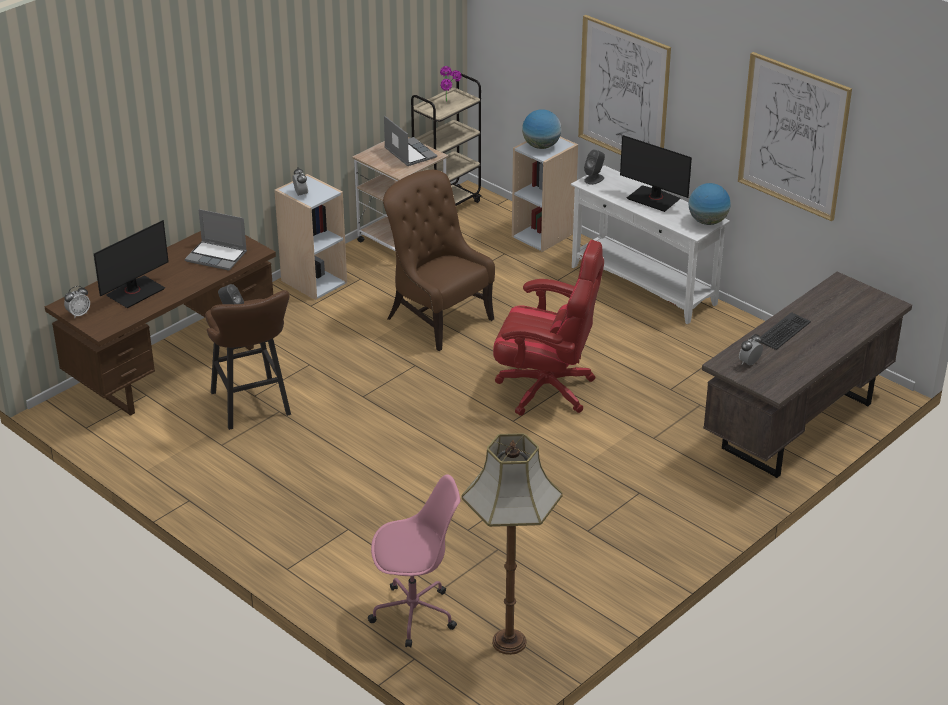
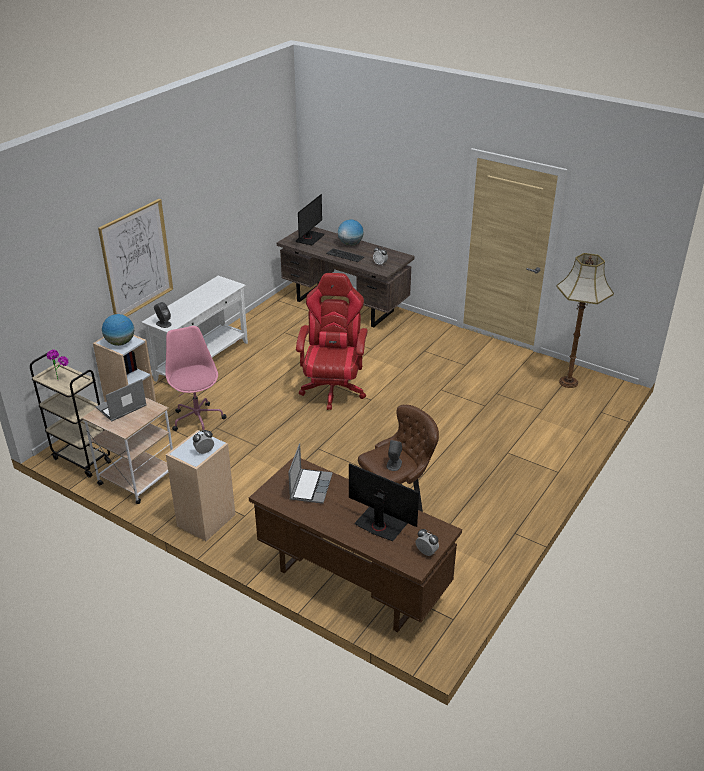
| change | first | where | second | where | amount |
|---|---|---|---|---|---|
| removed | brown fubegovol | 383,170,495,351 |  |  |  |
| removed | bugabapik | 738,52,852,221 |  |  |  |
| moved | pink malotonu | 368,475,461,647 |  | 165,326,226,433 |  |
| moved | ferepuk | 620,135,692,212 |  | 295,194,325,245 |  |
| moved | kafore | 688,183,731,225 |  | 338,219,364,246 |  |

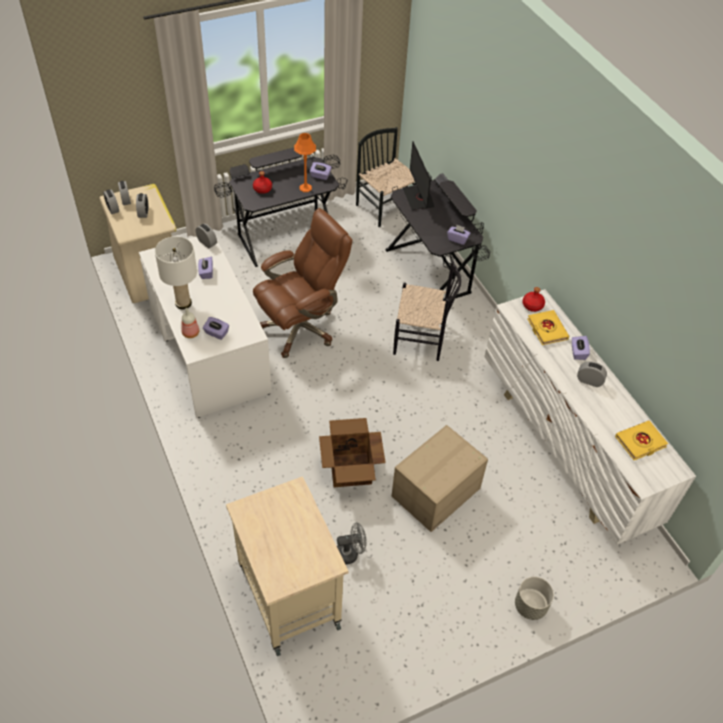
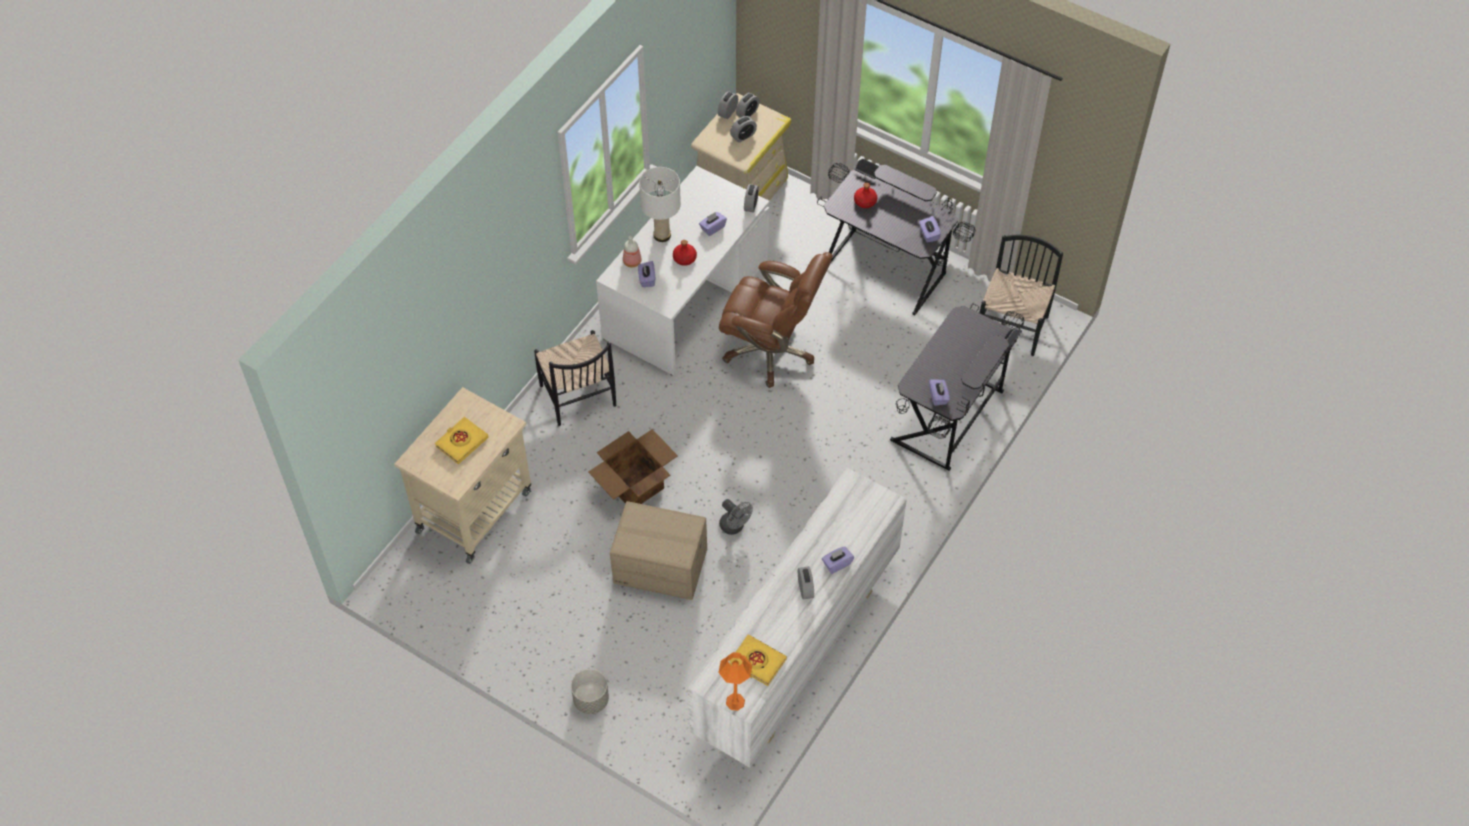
| change | first | where | second | where | amount |
|---|---|---|---|---|---|
| removed | ferepuk | 402,142,434,210 |  |  |  |
| moved | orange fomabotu | 294,133,316,192 |  | 719,652,752,711 |  |
| moved | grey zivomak | 337,523,367,565 |  | 719,499,753,535 |  |
| moved | black fubegovol | 393,261,461,361 |  | 534,330,616,426 |  |
| moved | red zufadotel | 523,287,545,312 |  | 673,240,697,266 |  |
| moved | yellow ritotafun | 527,310,569,345 |  | 435,417,489,464 |  |

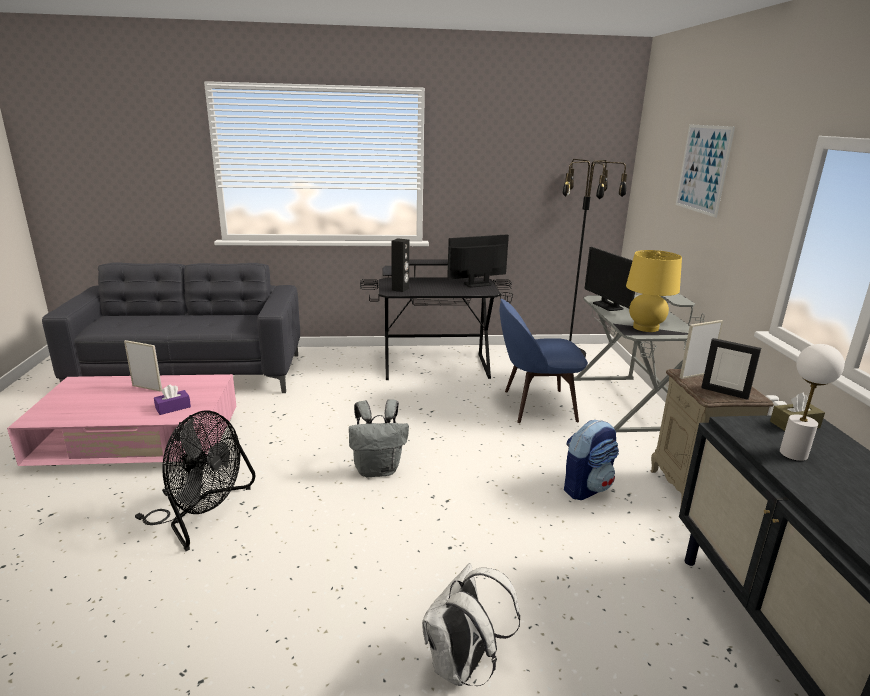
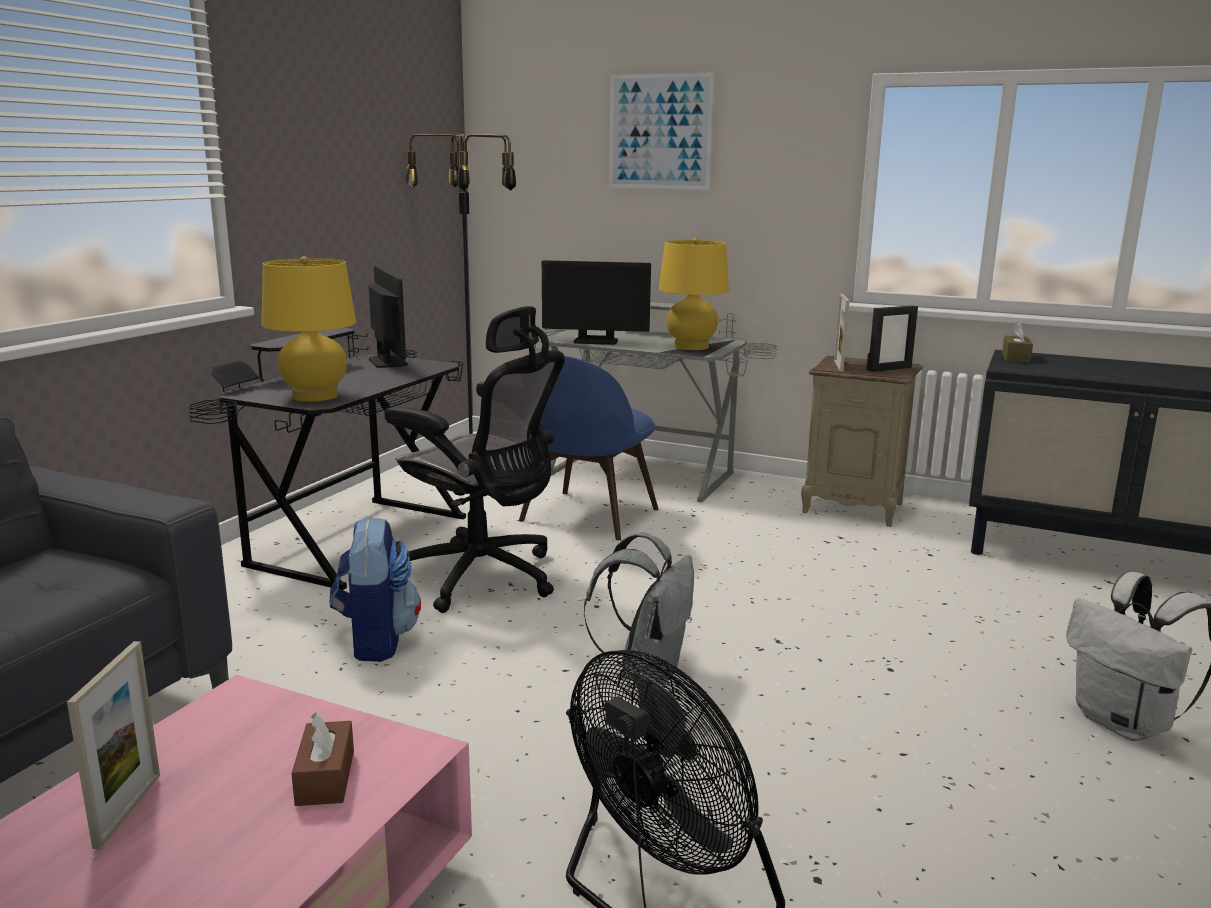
| change | first | where | second | where | amount |
|---|---|---|---|---|---|
| removed | white fomabotu | 780,344,844,461 |  |  |  |
| added |  |  | malotonu | 385,306,565,613 |  |
| moved | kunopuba | 564,420,619,500 |  | 330,516,421,662 |  |
| replaced | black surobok | 391,238,409,292 | yellow fomabotu | 262,256,356,402 |  |
| recoloured | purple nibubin | 154,384,191,415 | brown nibubin | 292,713,354,806 |  |
| turned | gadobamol | 124,340,162,392 |  | 67,641,160,849 | 135 degrees clockwise |
| turned | ferepuk | 447,235,509,287 |  | 368,266,408,368 | 150 degrees clockwise |

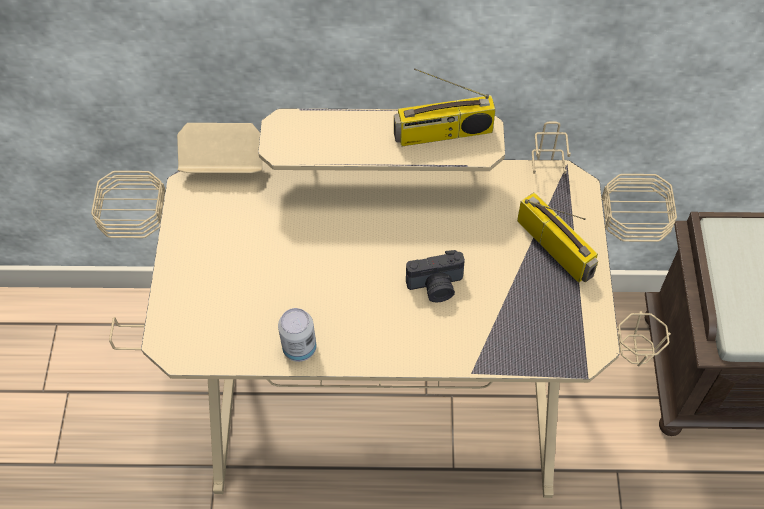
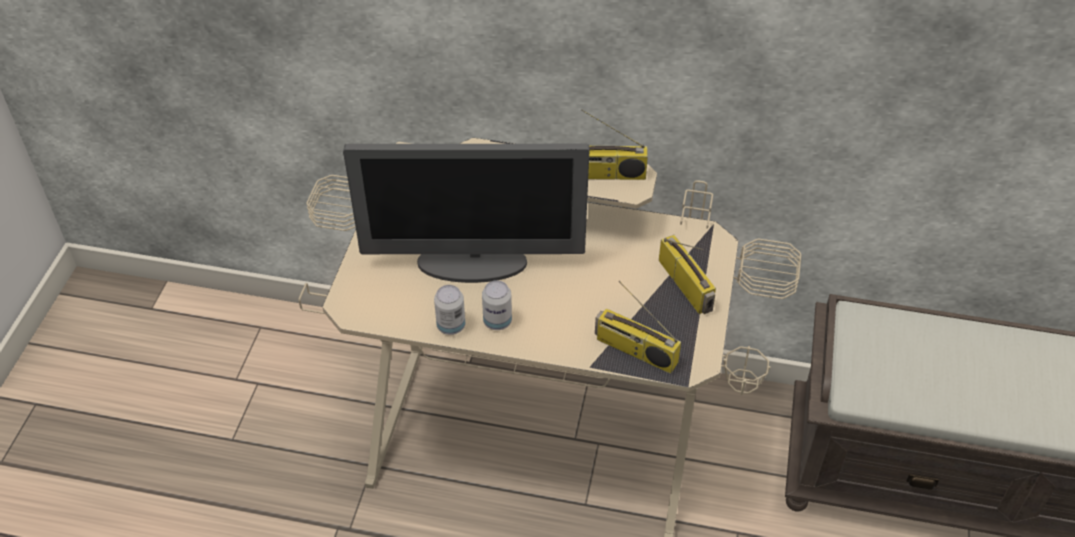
| change | first | where | second | where | amount |
|---|---|---|---|---|---|
| removed | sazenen | 406,250,465,302 |  |  |  |
| added |  |  | ferepuk | 343,144,589,283 |  |
| added |  |  | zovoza | 482,280,512,330 |  |
| added |  |  | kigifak | 595,281,681,374 |  |

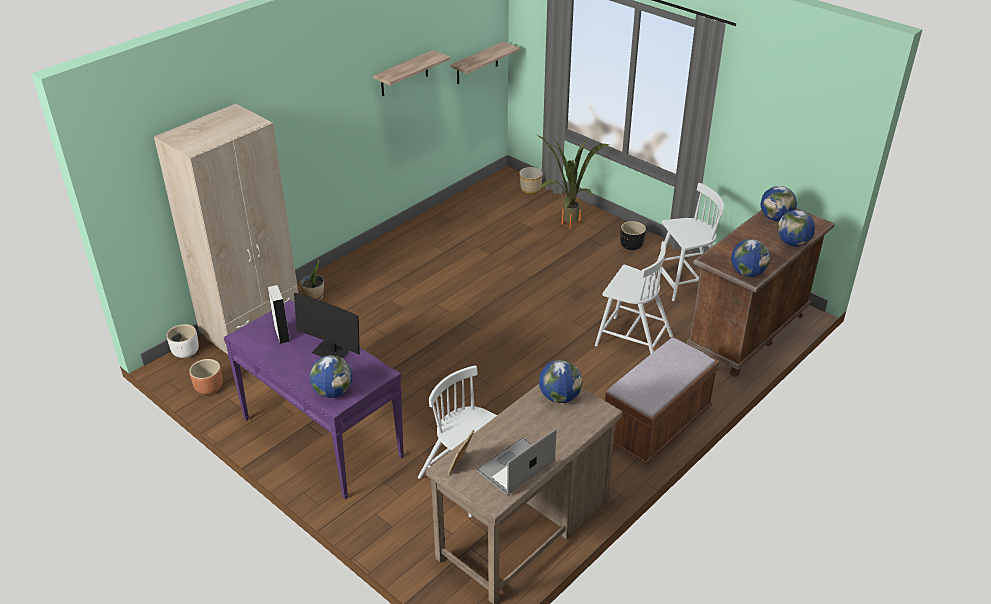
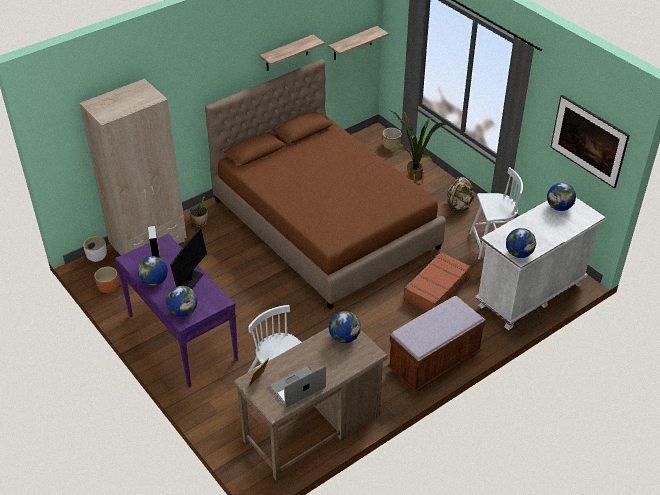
| change | first | where | second | where | amount |
|---|---|---|---|---|---|
| added |  |  | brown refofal | 205,59,446,309 |  |
| added |  |  | bugabapik | 551,95,630,188 |  |
| moved | kafore | 777,210,815,247 |  | 137,256,168,286 |  |
| replaced | white fubegovol | 595,241,673,354 | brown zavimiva | 404,251,471,312 |  |
| replaced | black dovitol | 620,221,646,250 | beige kunopuba | 447,177,474,212 |  |
| recoloured | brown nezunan | 686,208,835,378 | white nezunan | 475,198,606,330 |  |
| turned | ferepuk | 294,293,360,358 |  | 170,229,207,289 | 105 degrees counterclockwise |

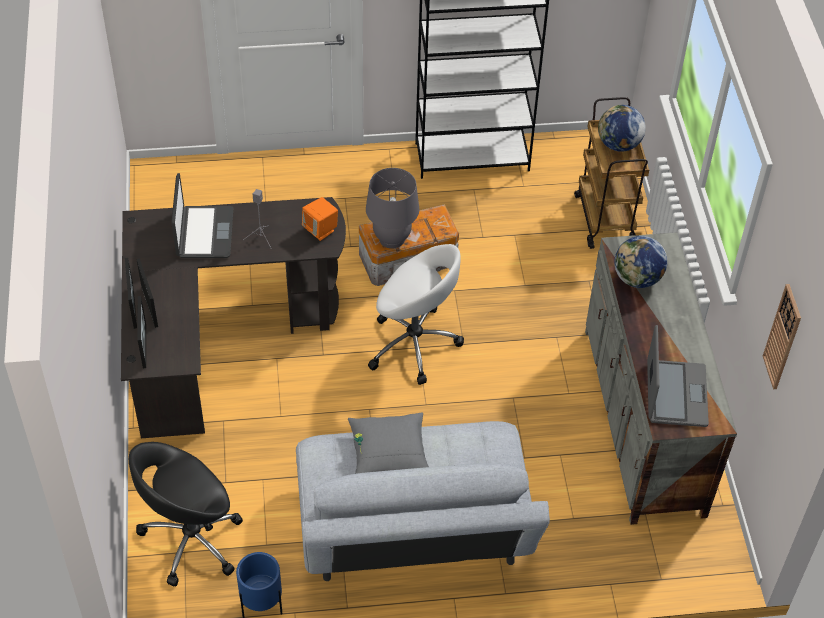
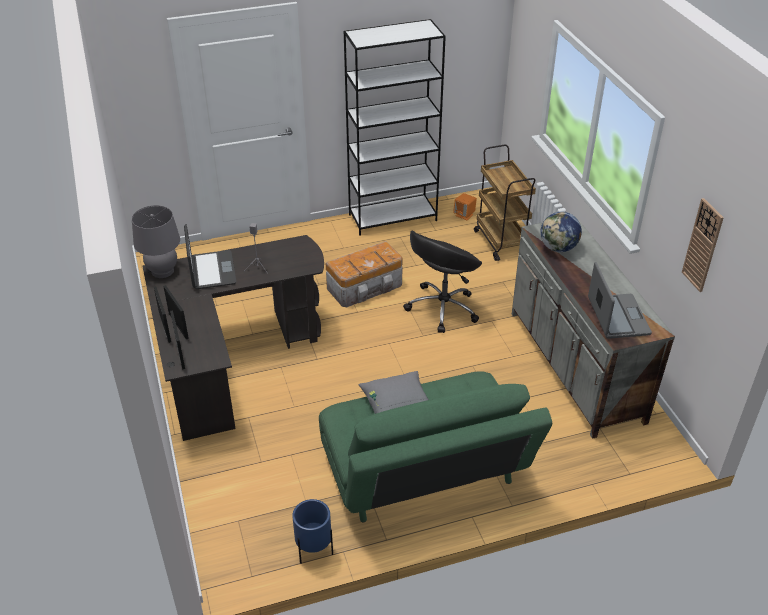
| change | first | where | second | where | amount |
|---|---|---|---|---|---|
| removed | white malotonu | 368,244,464,385 |  |  |  |
| removed | kafore | 598,105,646,152 |  |  |  |
| moved | black malotonu | 129,442,243,587 |  | 403,231,482,333 |  |
| moved | orange surobok | 302,197,338,241 |  | 453,193,477,220 |  |
| moved | grey fomabotu | 366,168,419,248 |  | 132,205,180,278 |  |
| recoloured | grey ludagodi | 296,421,550,581 | green ludagodi | 319,371,552,522 |  |

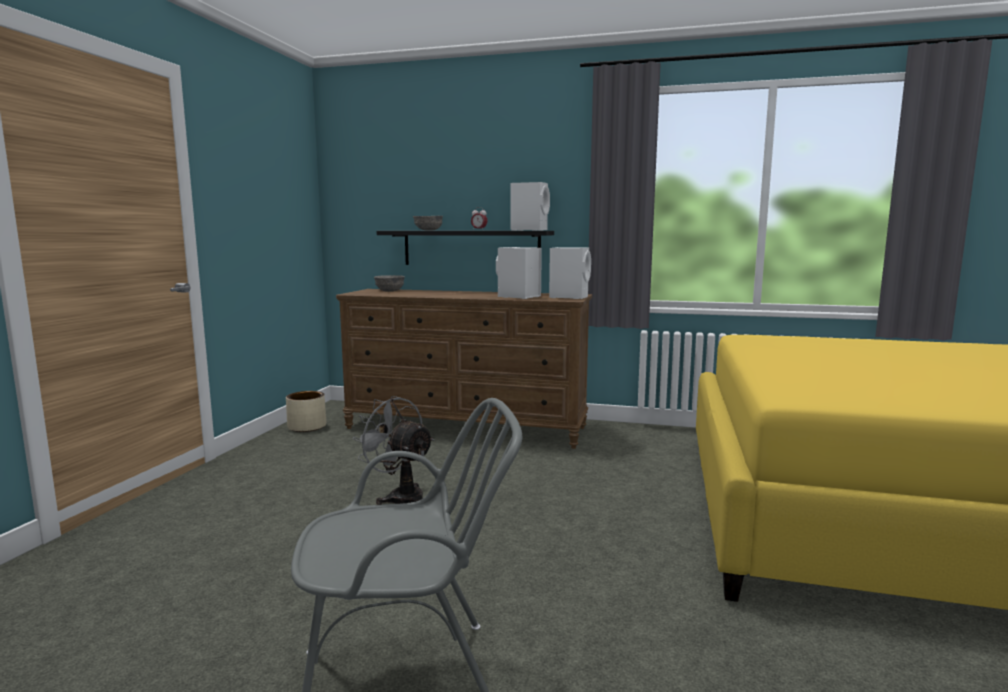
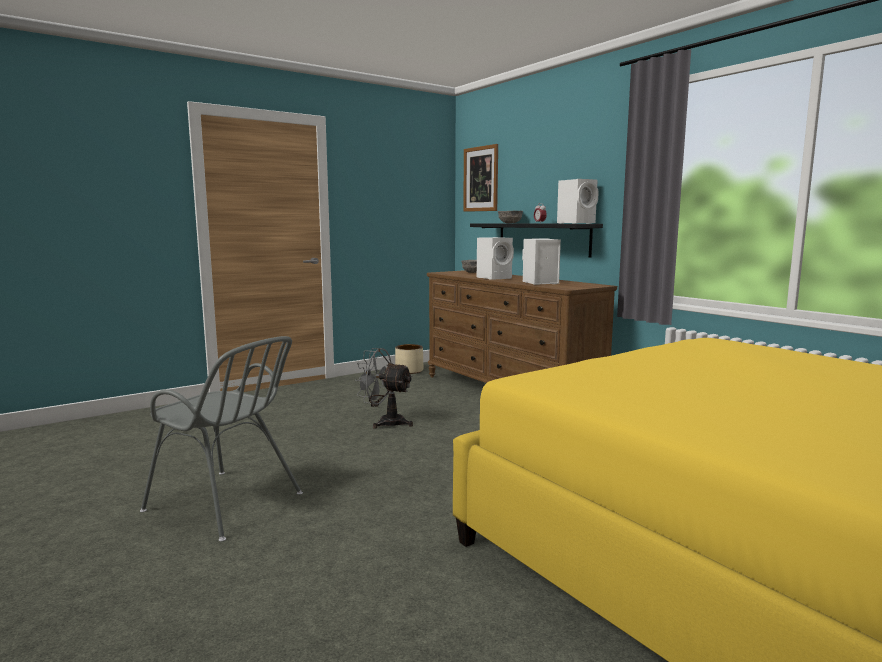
| change | first | where | second | where | amount |
|---|---|---|---|---|---|
| added |  |  | bugabapik | 463,144,498,212 |  |
| moved | white surobok | 549,247,591,299 |  | 477,237,514,280 |  |
| turned | grey zivomak | 353,396,434,505 |  | 355,348,413,429 | 60 degrees counterclockwise |

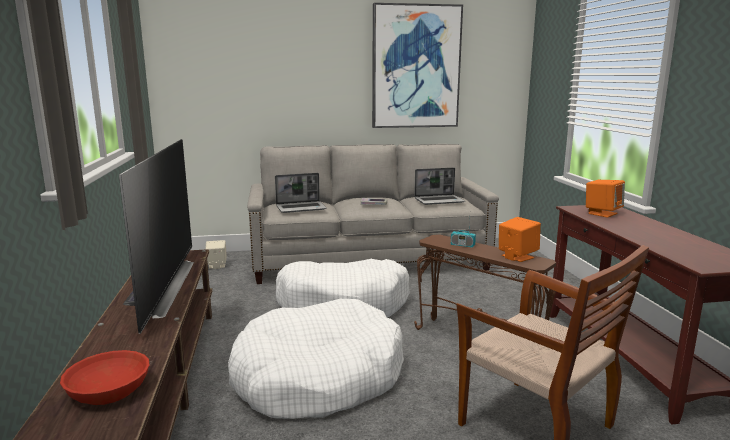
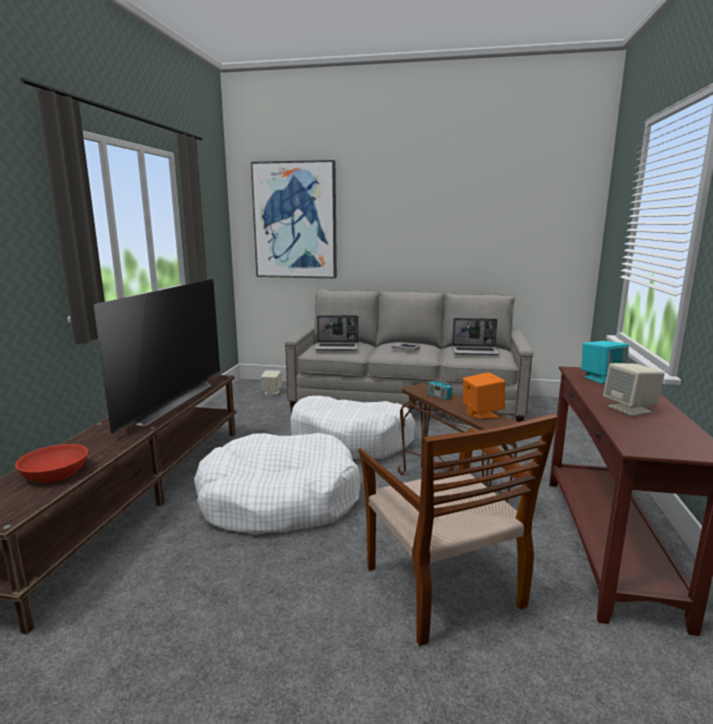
| change | first | where | second | where | amount |
|---|---|---|---|---|---|
| added |  |  | beige surobok | 603,363,665,416 |  |
| moved | bugabapik | 372,3,463,128 |  | 251,160,337,278 |  |
| recoloured | orange surobok | 586,180,625,218 | turquoise surobok | 581,341,629,383 |  |

